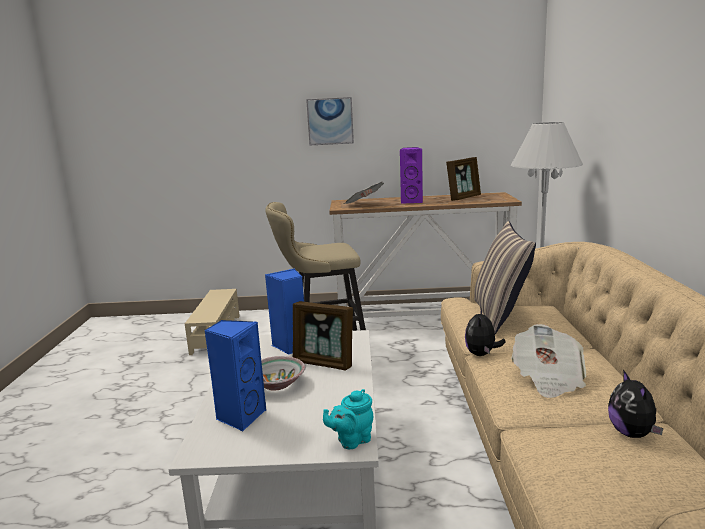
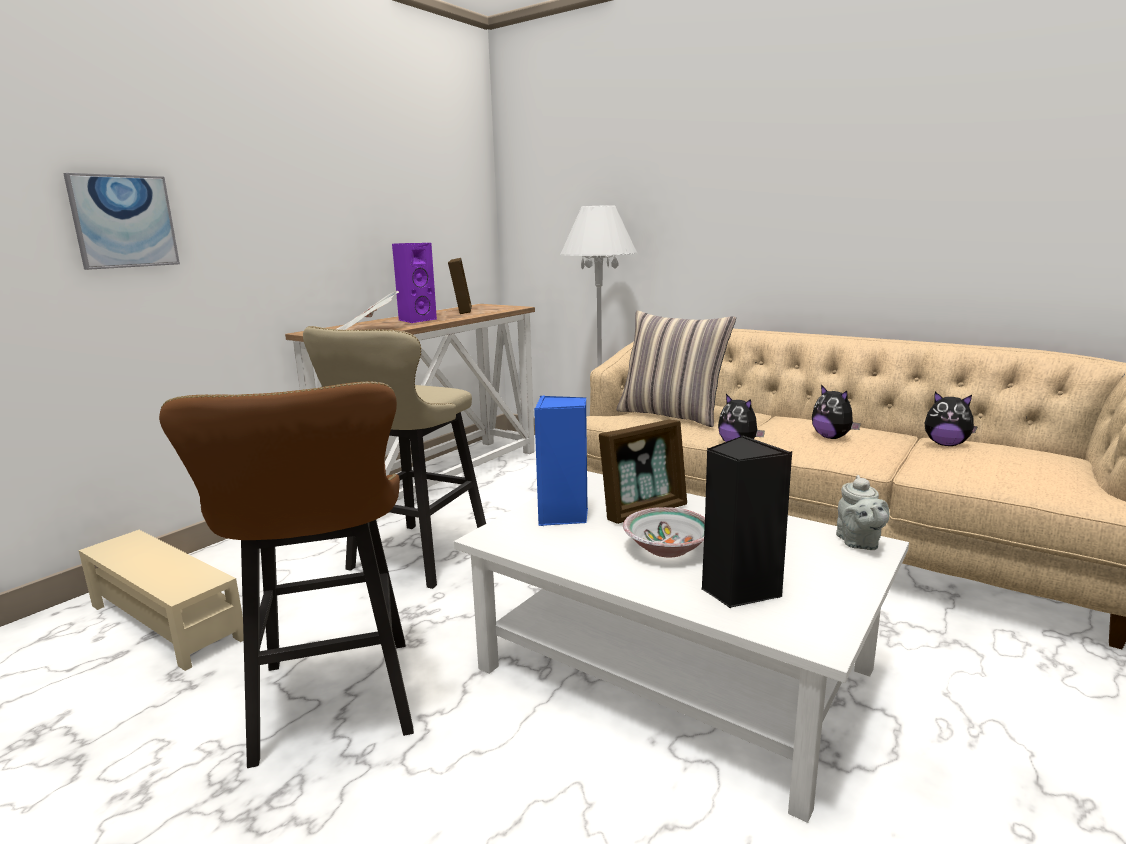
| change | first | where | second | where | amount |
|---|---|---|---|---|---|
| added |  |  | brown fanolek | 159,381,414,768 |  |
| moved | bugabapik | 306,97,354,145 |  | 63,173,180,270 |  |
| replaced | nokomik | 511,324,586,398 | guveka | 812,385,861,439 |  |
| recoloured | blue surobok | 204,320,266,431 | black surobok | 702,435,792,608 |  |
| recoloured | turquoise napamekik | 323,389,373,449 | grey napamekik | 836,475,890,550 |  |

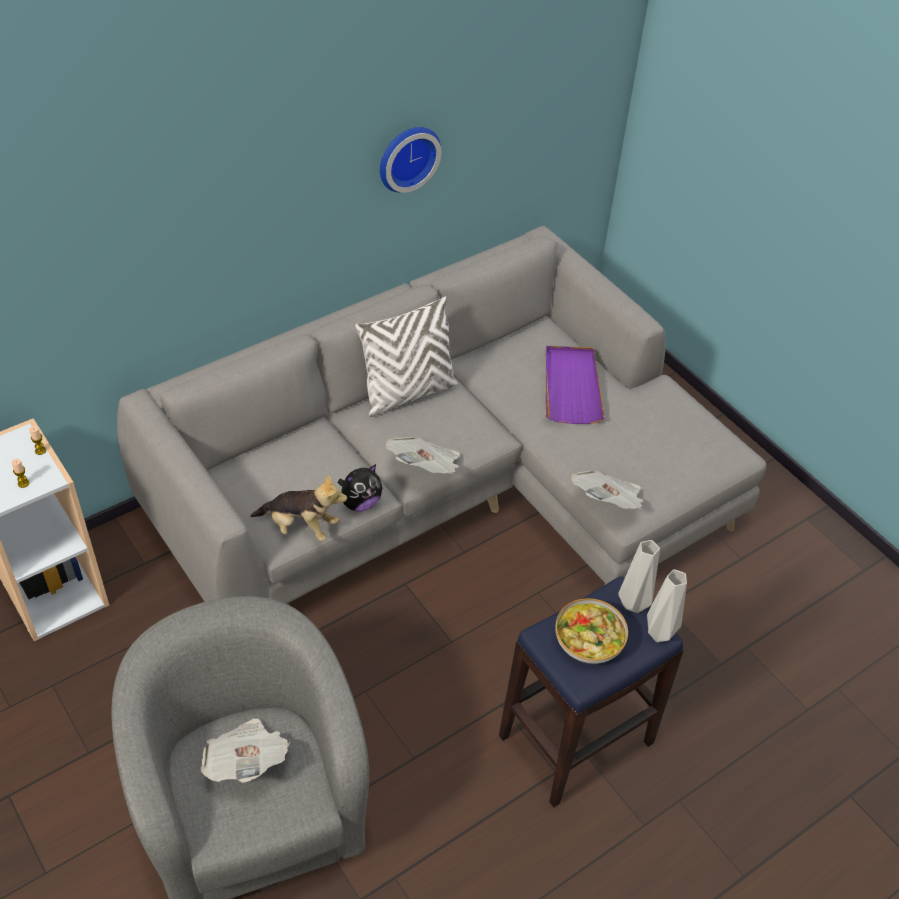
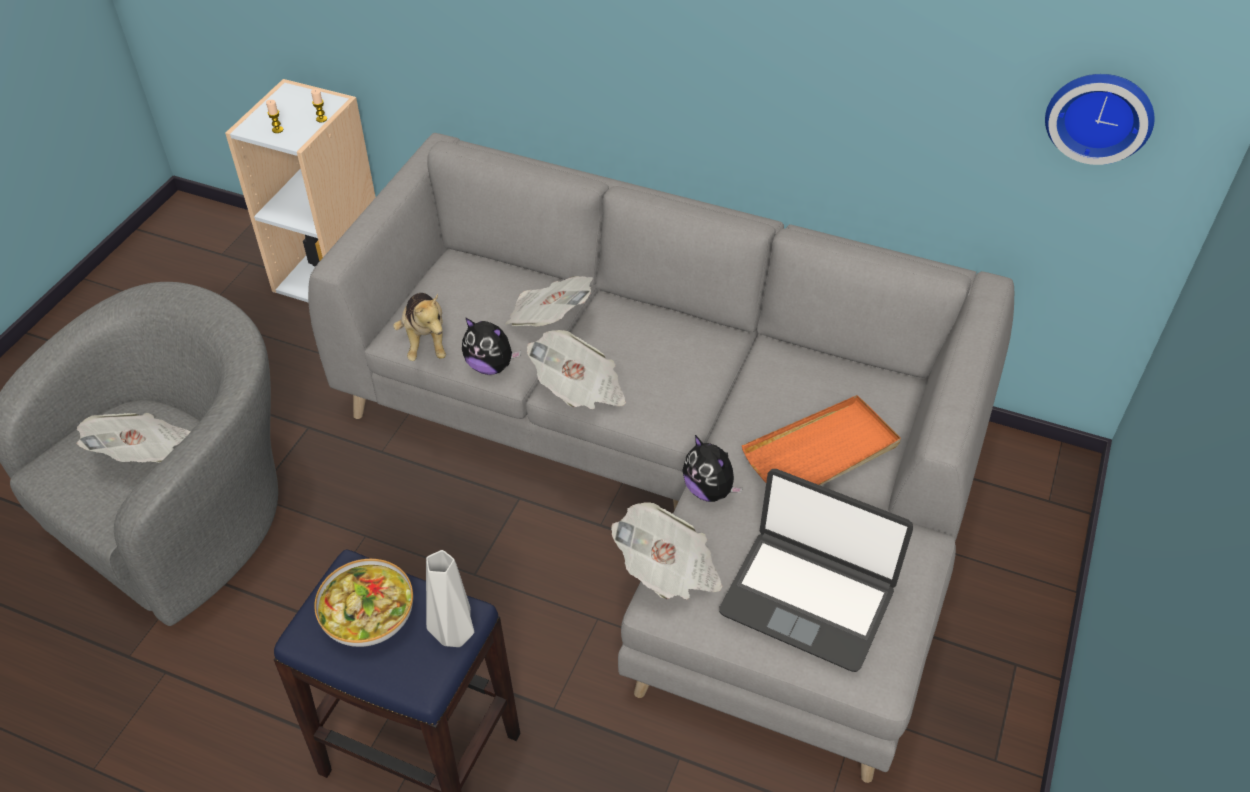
| change | first | where | second | where | amount |
|---|---|---|---|---|---|
| removed | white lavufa | 355,296,458,417 |  |  |  |
| removed | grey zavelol | 647,569,687,642 |  |  |  |
| added |  |  | nokomik | 506,276,593,327 |  |
| added |  |  | guveka | 682,435,743,502 |  |
| added |  |  | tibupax | 719,469,913,672 |  |
| moved | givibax | 380,127,441,193 |  | 1045,74,1155,165 |  |
| recoloured | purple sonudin | 545,346,605,424 | orange sonudin | 742,395,901,486 |  |

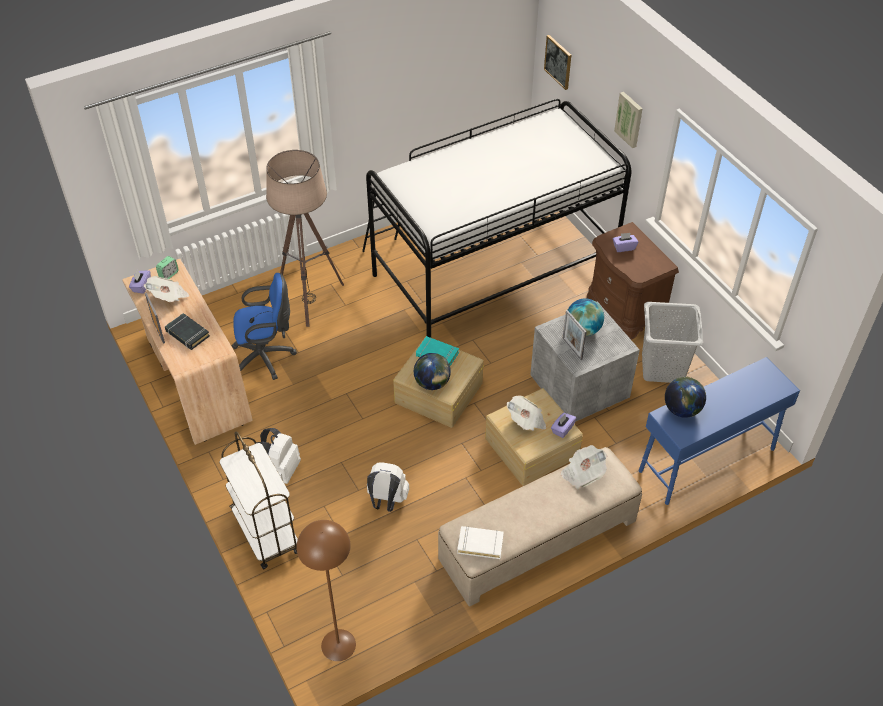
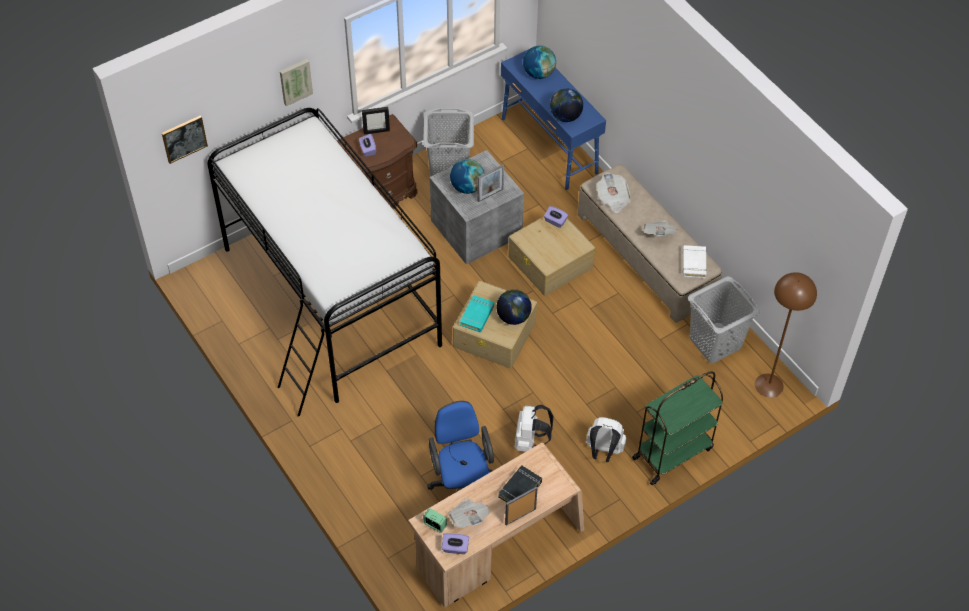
| change | first | where | second | where | amount |
|---|---|---|---|---|---|
| removed | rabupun | 266,150,344,327 |  |  |  |
| added |  |  | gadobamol | 362,107,390,135 |  |
| added |  |  | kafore | 523,45,556,79 |  |
| added |  |  | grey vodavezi | 688,276,760,363 |  |
| moved | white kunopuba | 367,462,409,512 |  | 515,405,554,452 |  |
| moved | nokomik | 507,396,546,431 |  | 642,220,677,236 |  |
| recoloured | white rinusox | 219,432,298,569 | green rinusox | 632,371,723,486 |  |

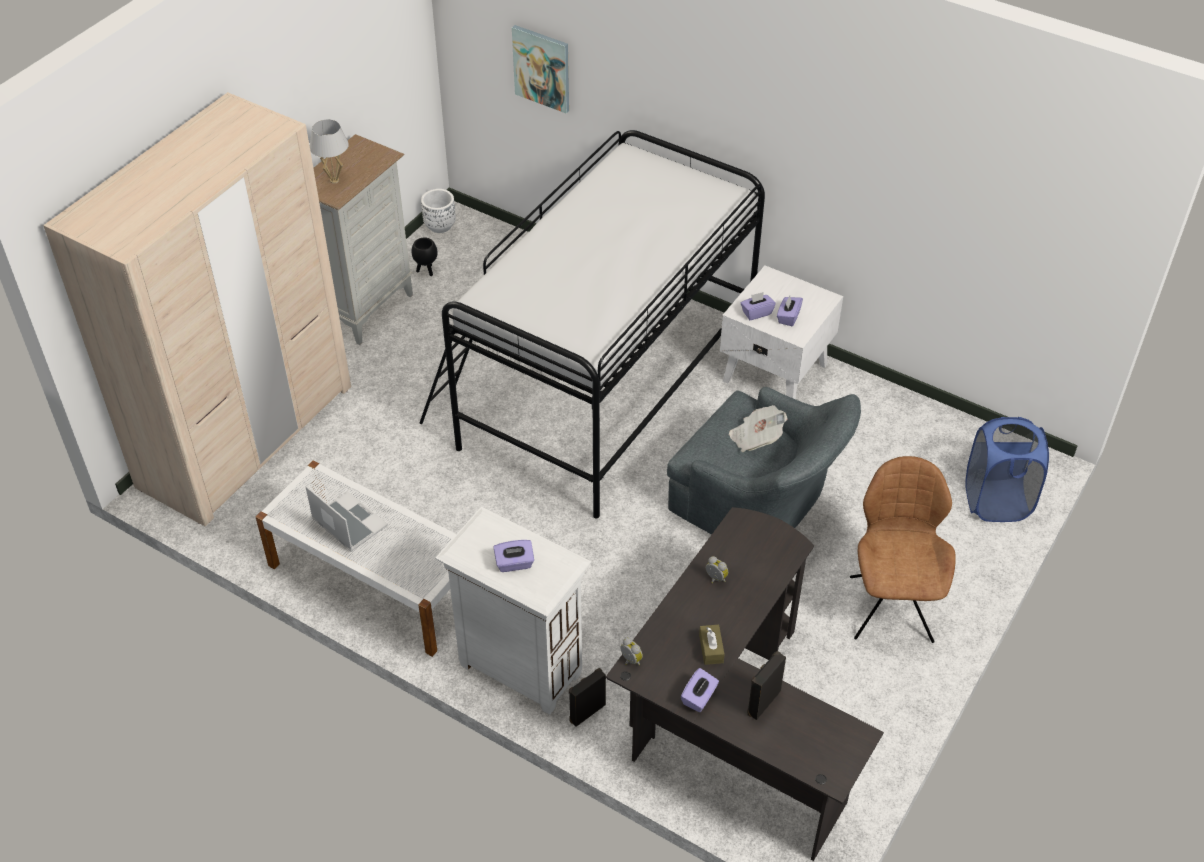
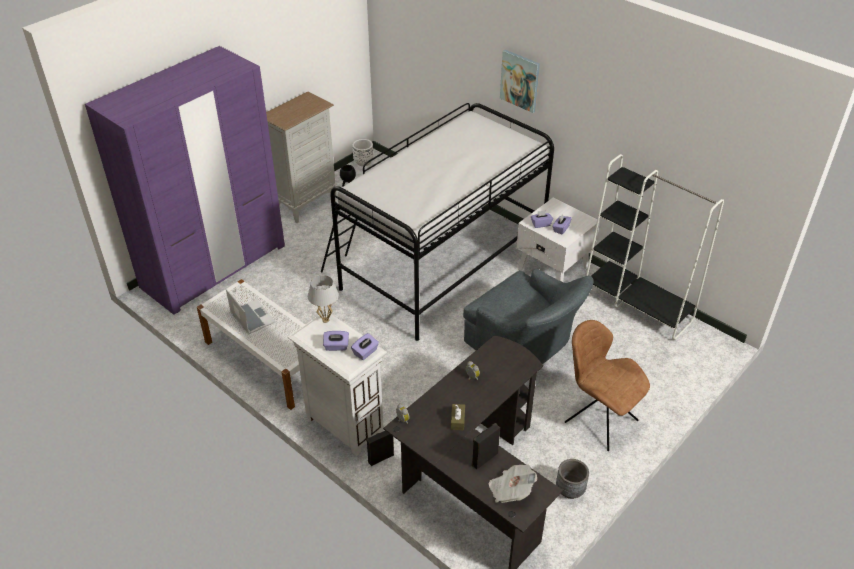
| change | first | where | second | where | amount |
|---|---|---|---|---|---|
| removed | blue vodavezi | 965,417,1049,522 |  |  |  |
| added |  |  | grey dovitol | 556,459,589,499 |  |
| added |  |  | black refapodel | 586,154,724,340 |  |
| moved | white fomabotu | 310,119,349,184 |  | 308,275,339,323 |  |
| moved | bugabapik | 512,25,569,113 |  | 500,50,540,113 |  |
| moved | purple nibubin | 681,668,719,712 |  | 351,333,379,360 |  |
| moved | nokomik | 729,405,787,452 |  | 488,465,537,503 |  |
| recoloured | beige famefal | 43,92,351,526 | purple famefal | 85,46,285,315 |  |
| turned | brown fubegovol | 850,456,956,643 |  | 565,320,650,451 | 60 degrees counterclockwise |

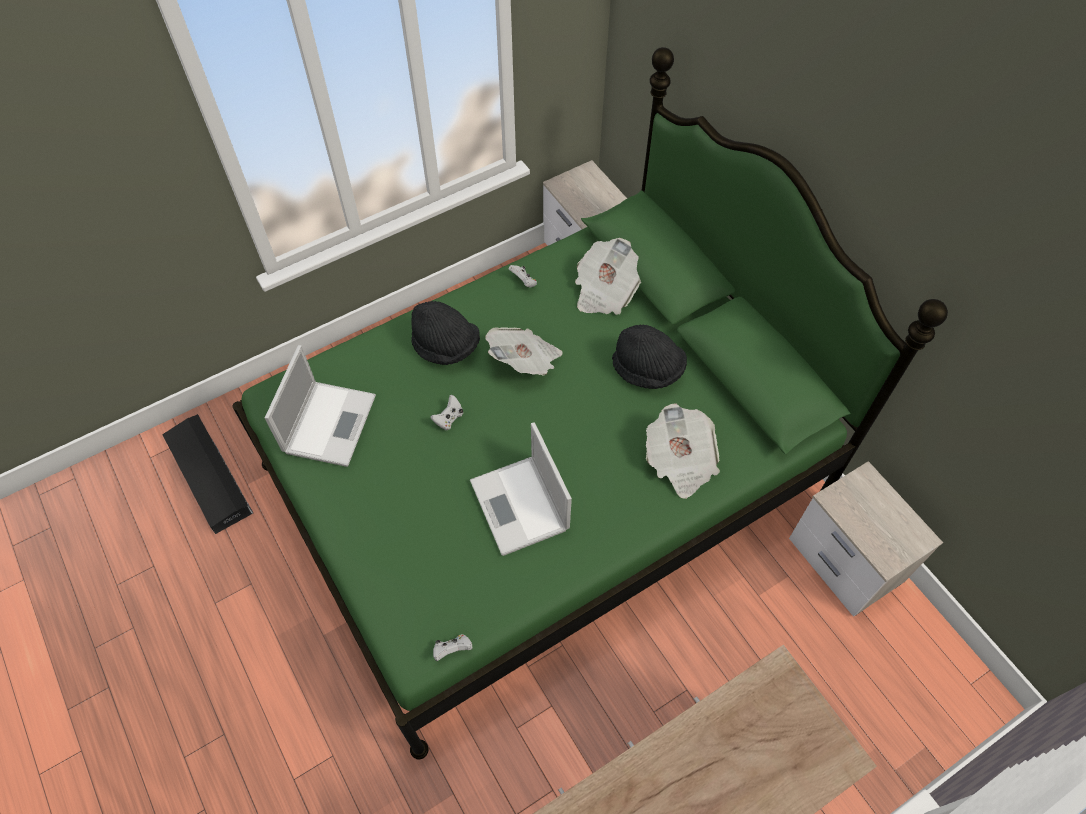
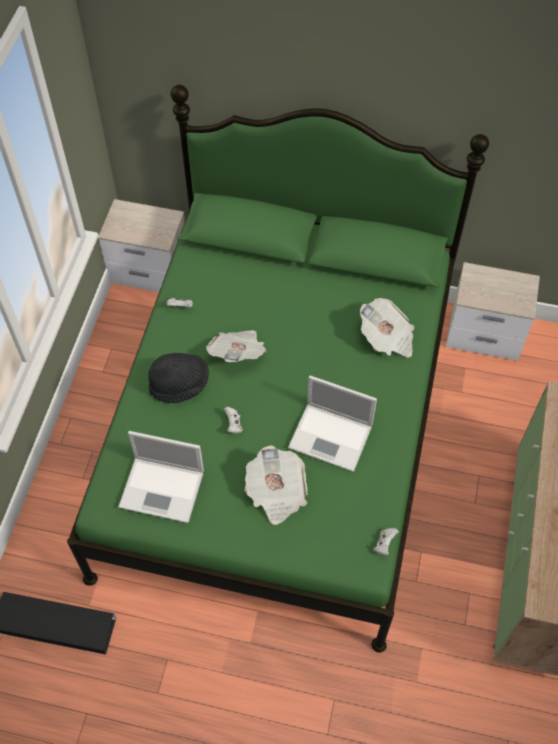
| change | first | where | second | where | amount |
|---|---|---|---|---|---|
| removed | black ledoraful | 612,324,687,389 |  |  |  |
| moved | nokomik | 575,238,641,315 |  | 245,445,307,525 |  |
| turned | tibupax | 265,345,376,467 |  | 118,431,204,523 | 135 degrees clockwise |

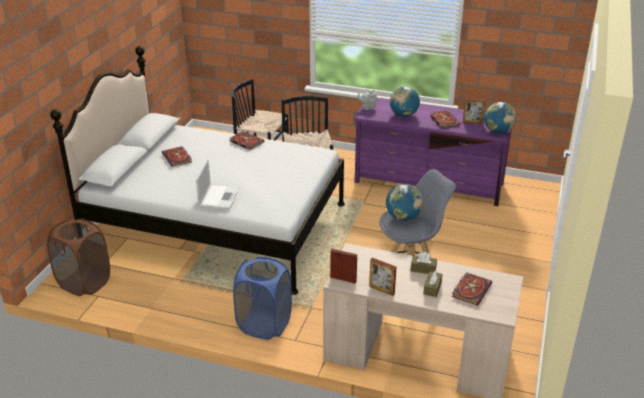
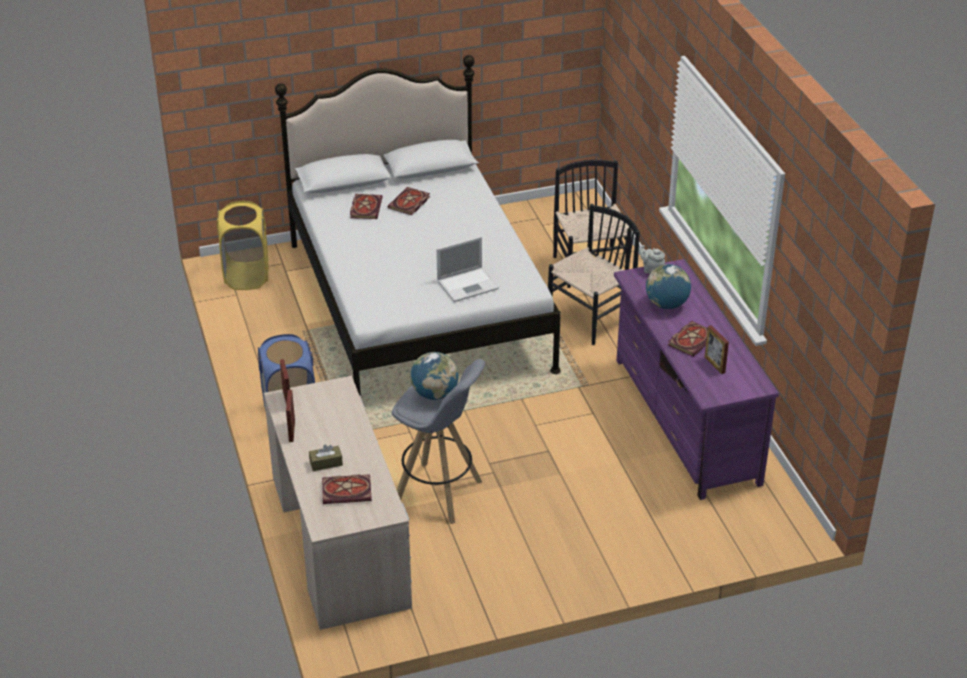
| change | first | where | second | where | amount |
|---|---|---|---|---|---|
| removed | brown nibubin | 411,252,437,274 |  |  |  |
| removed | kafore | 484,102,516,133 |  |  |  |
| moved | tibupax | 196,159,239,209 |  | 436,236,499,302 |  |
| moved | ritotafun | 229,131,264,150 |  | 350,194,383,219 |  |
| recoloured | brown vodavezi | 47,219,110,296 | yellow vodavezi | 217,201,268,290 |  |

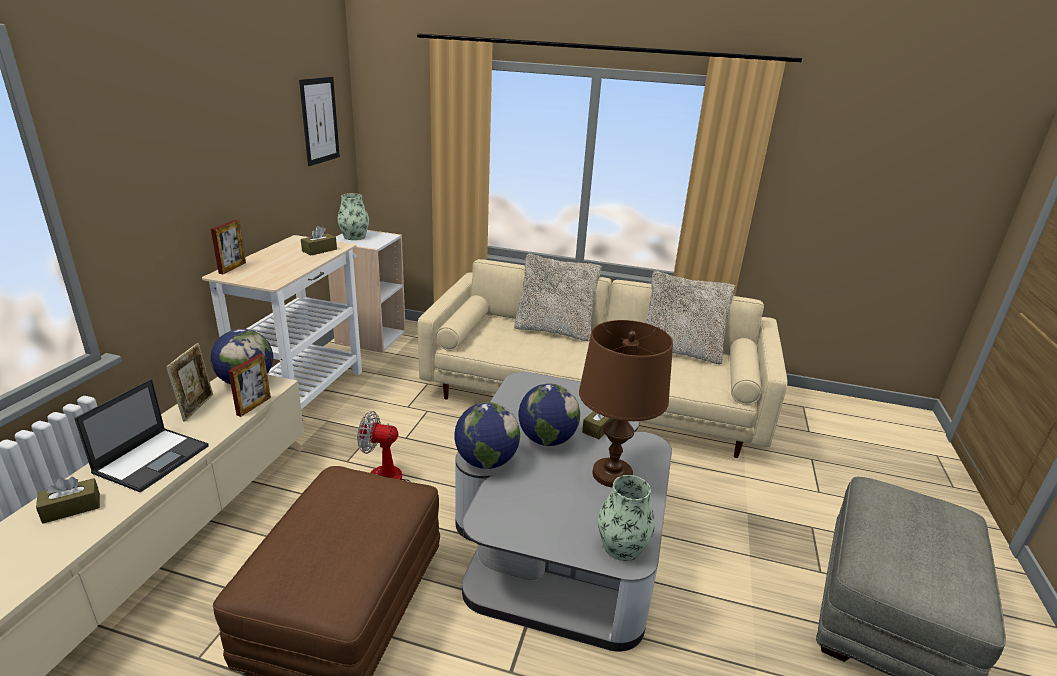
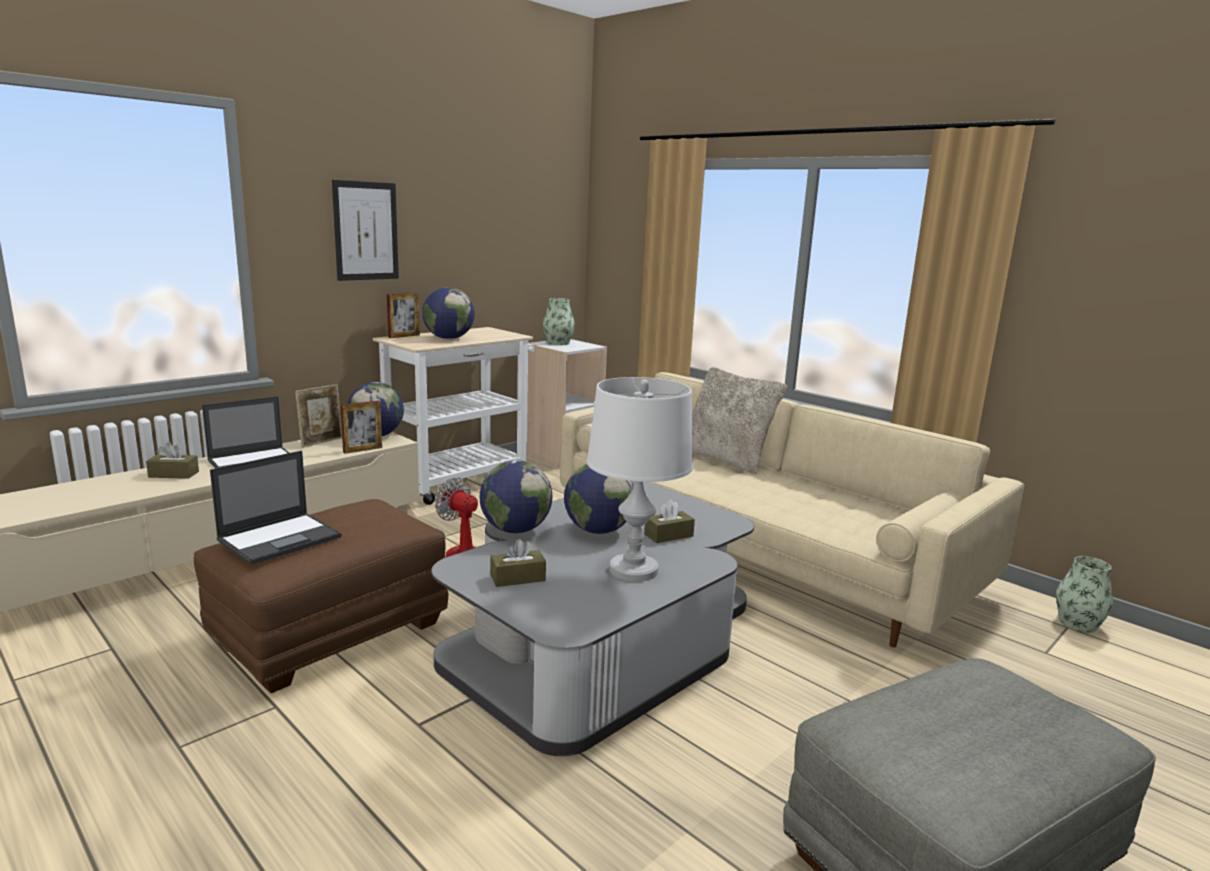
| change | first | where | second | where | amount |
|---|---|---|---|---|---|
| removed | beige lavufa | 645,271,735,364 |  |  |  |
| added |  |  | tibupax | 210,451,342,565 |  |
| added |  |  | kafore | 422,287,475,339 |  |
| moved | bugabapik | 299,77,340,166 |  | 332,180,399,281 |  |
| moved | brown nibubin | 301,226,337,256 |  | 490,539,546,587 |  |
| moved | zavelol | 598,475,655,561 |  | 1056,556,1113,633 |  |
| recoloured | brown fomabotu | 579,320,673,487 | white fomabotu | 587,377,693,582 |  |

